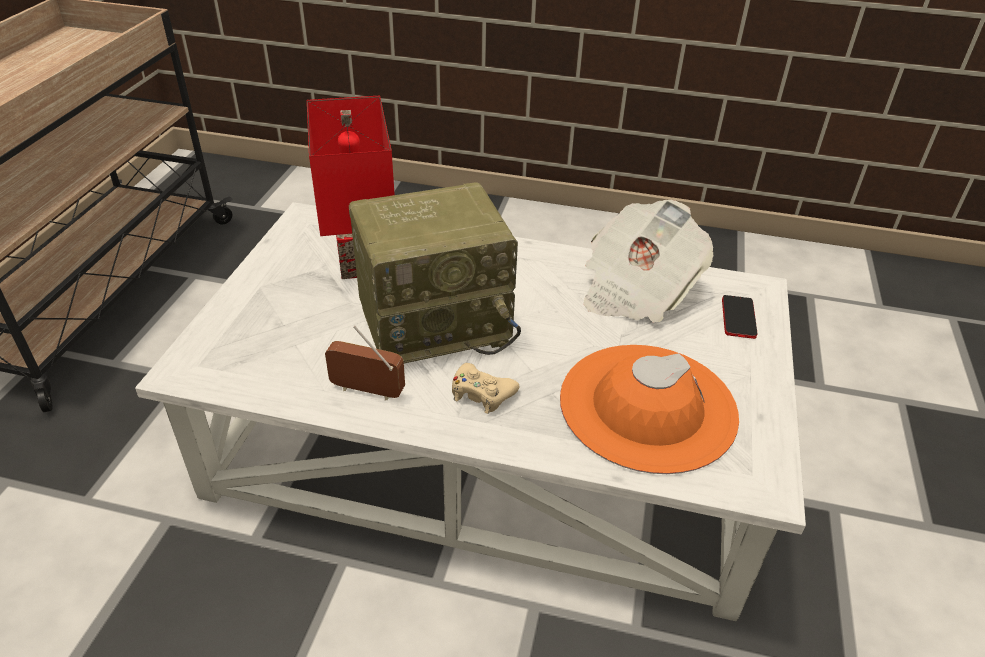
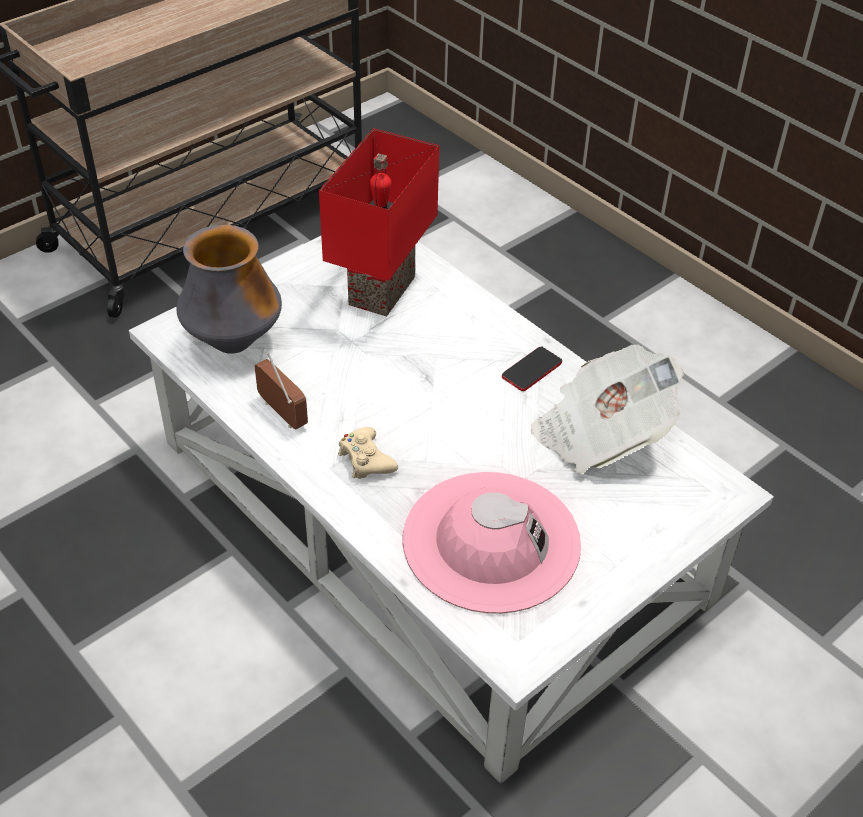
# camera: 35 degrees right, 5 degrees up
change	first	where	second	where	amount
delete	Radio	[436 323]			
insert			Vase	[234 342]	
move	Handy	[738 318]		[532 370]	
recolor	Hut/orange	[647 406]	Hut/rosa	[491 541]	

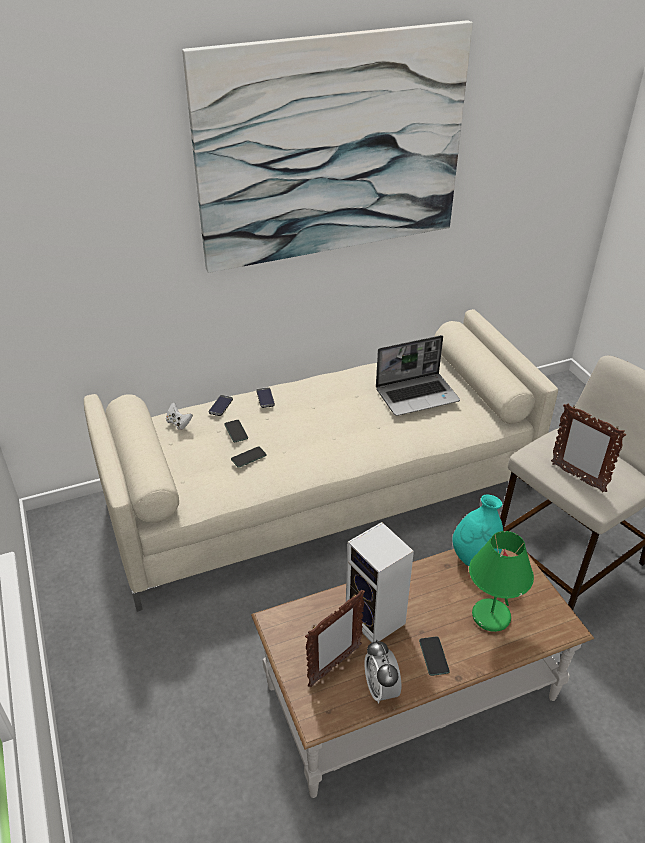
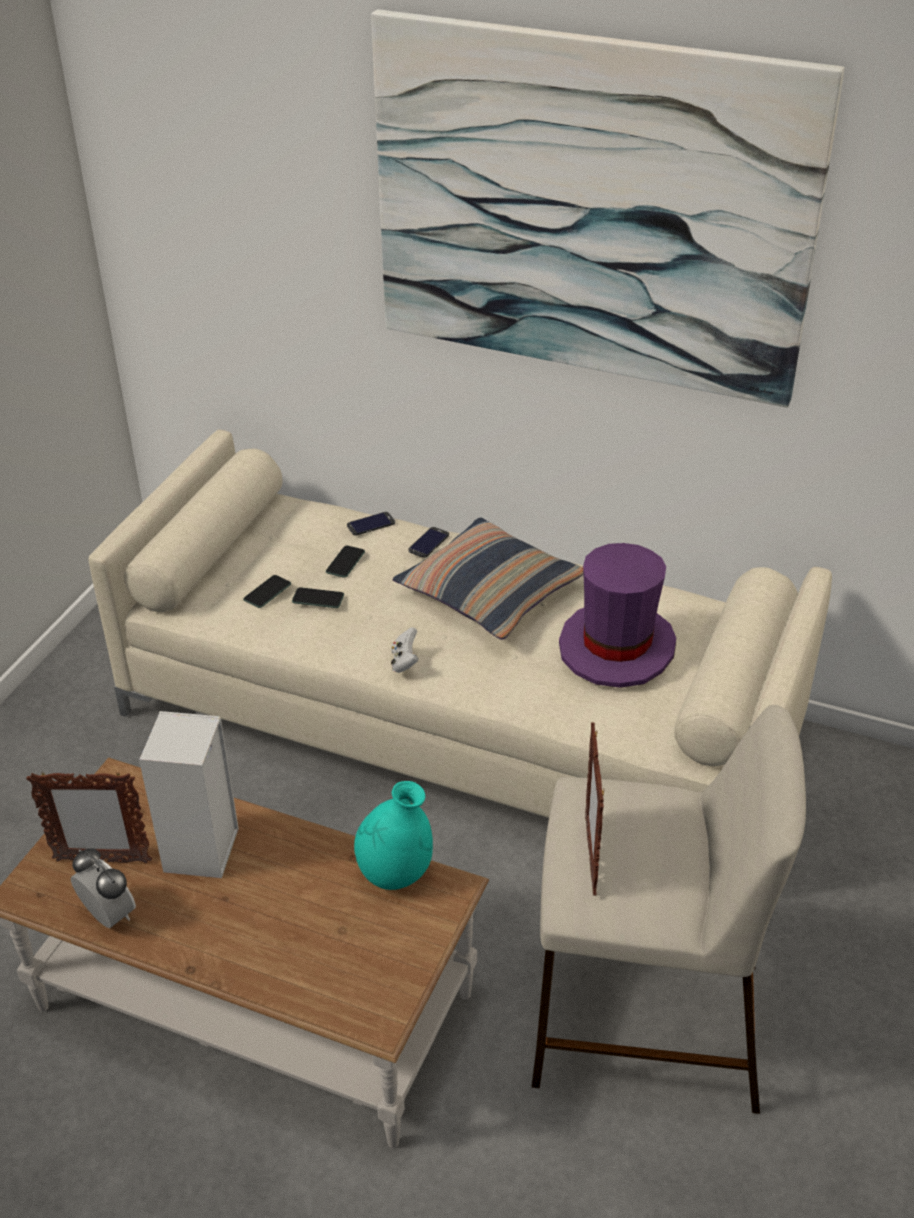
# camera: 45 degrees right, 0 degrees up
change	first	where	second	where	amount
delete	Tischlampe/grün	[490 616]			
insert			Kissen	[490 592]	
move	Gamepad/weiß	[179 423]		[404 662]	
move	Handy	[434 656]		[267 592]	
replace	Laptop	[417 395]	Hut/lila	[617 647]	
rotate	Wecker	[381 689]		[109 916]	105 degrees clockwise

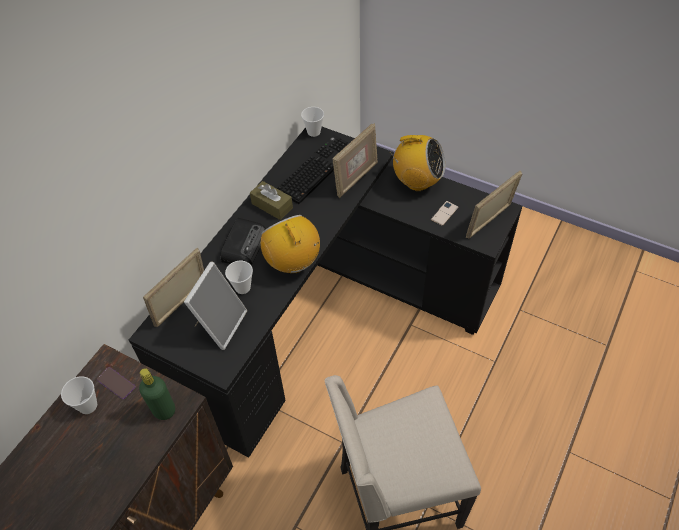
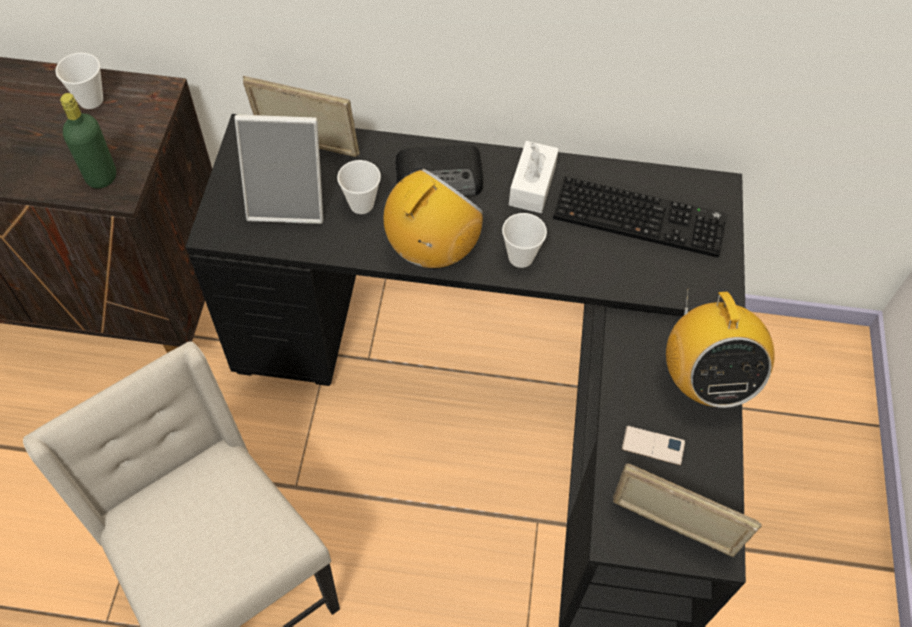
# camera: 65 degrees right, 5 degrees up
change	first	where	second	where	amount
delete	Handy	[116 383]			
delete	Bilderrahmen	[356 178]			
move	Tasse	[314 132]		[520 257]	
recolor	Taschentuchbox/braun	[272 205]	Taschentuchbox/weiß	[532 185]	

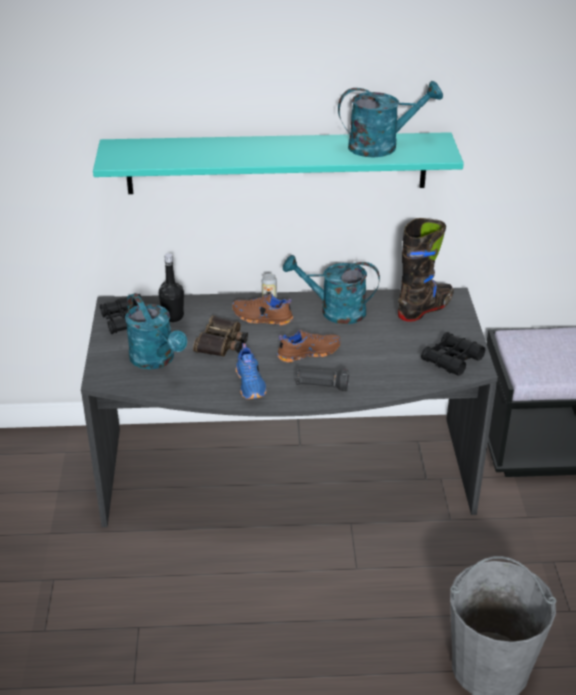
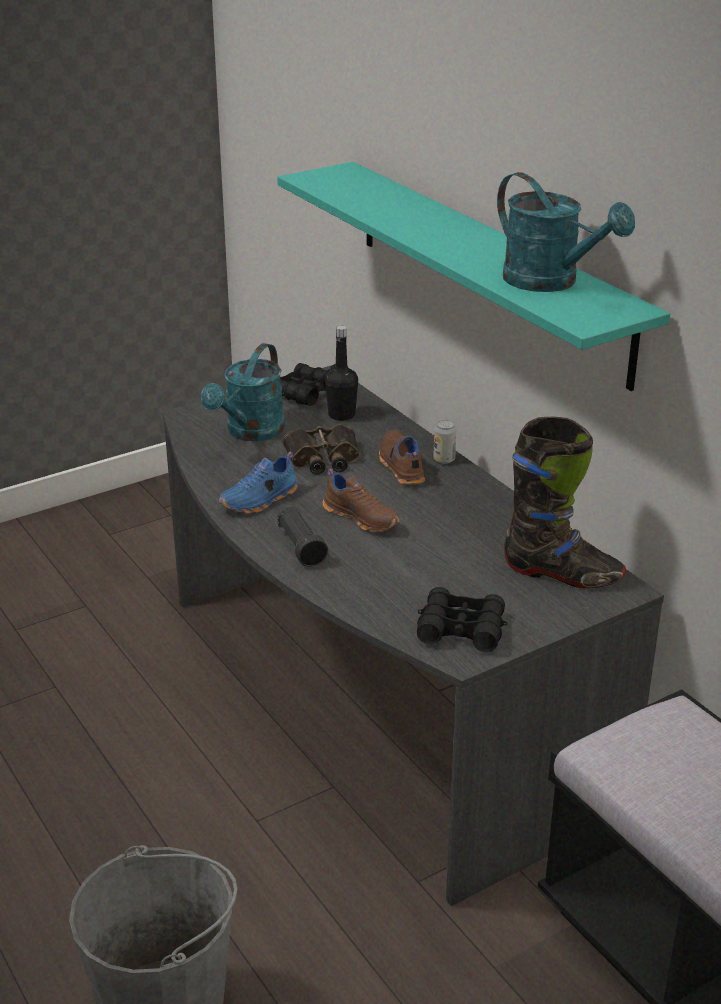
# camera: 60 degrees right, 5 degrees down
change	first	where	second	where	amount
delete	Gießkanne/türkis	[334 311]			

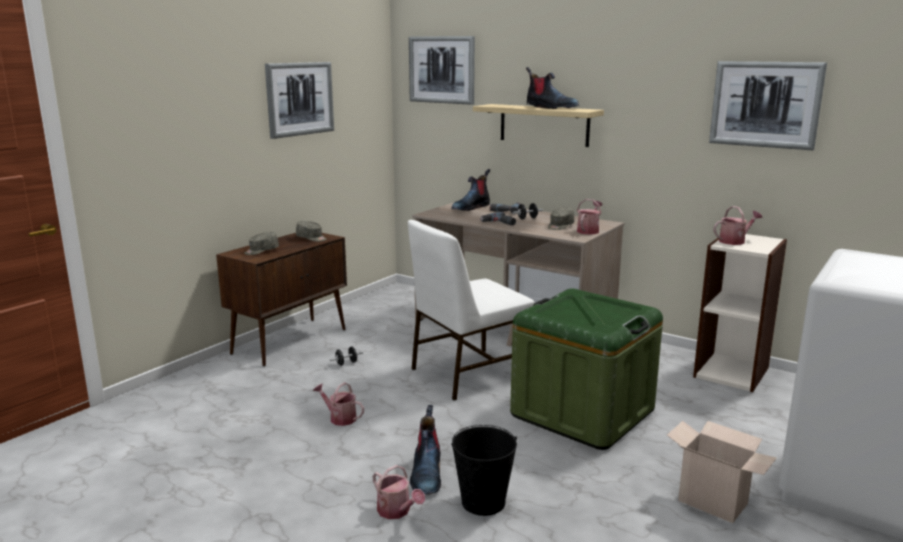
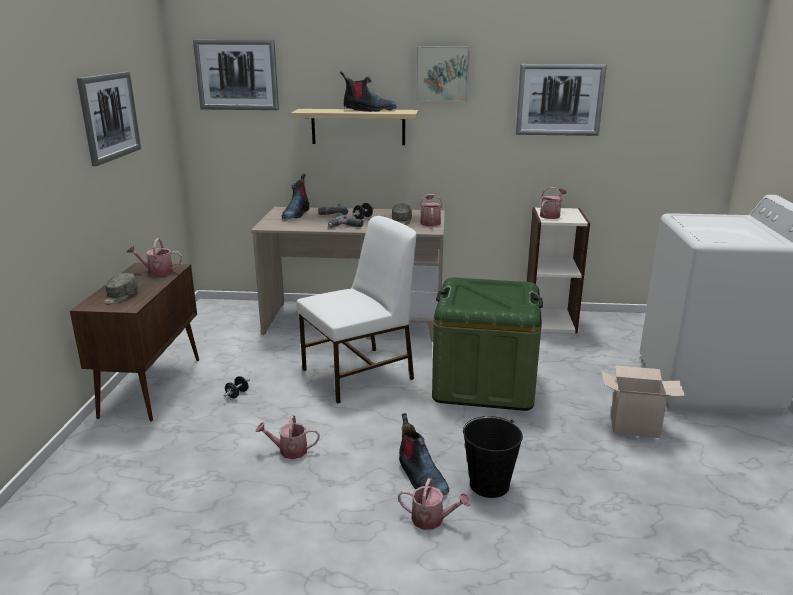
# camera: 30 degrees left, 5 degrees up
change	first	where	second	where	amount
insert			Bild	[442 73]	
replace	Kappe/grau	[311 238]	Gießkanne	[157 271]	
rotate	Stuhl/weiß	[467 373]		[360 374]	150 degrees counterclockwise

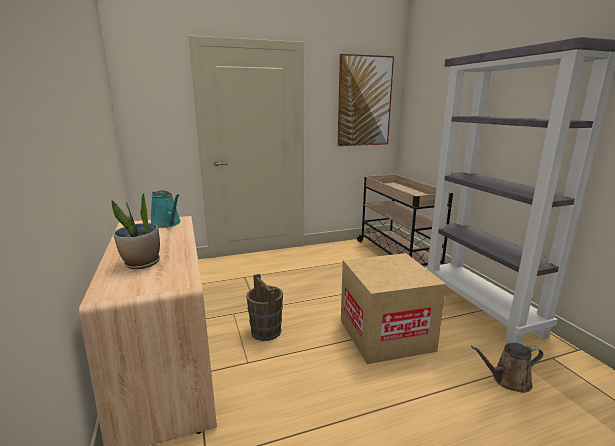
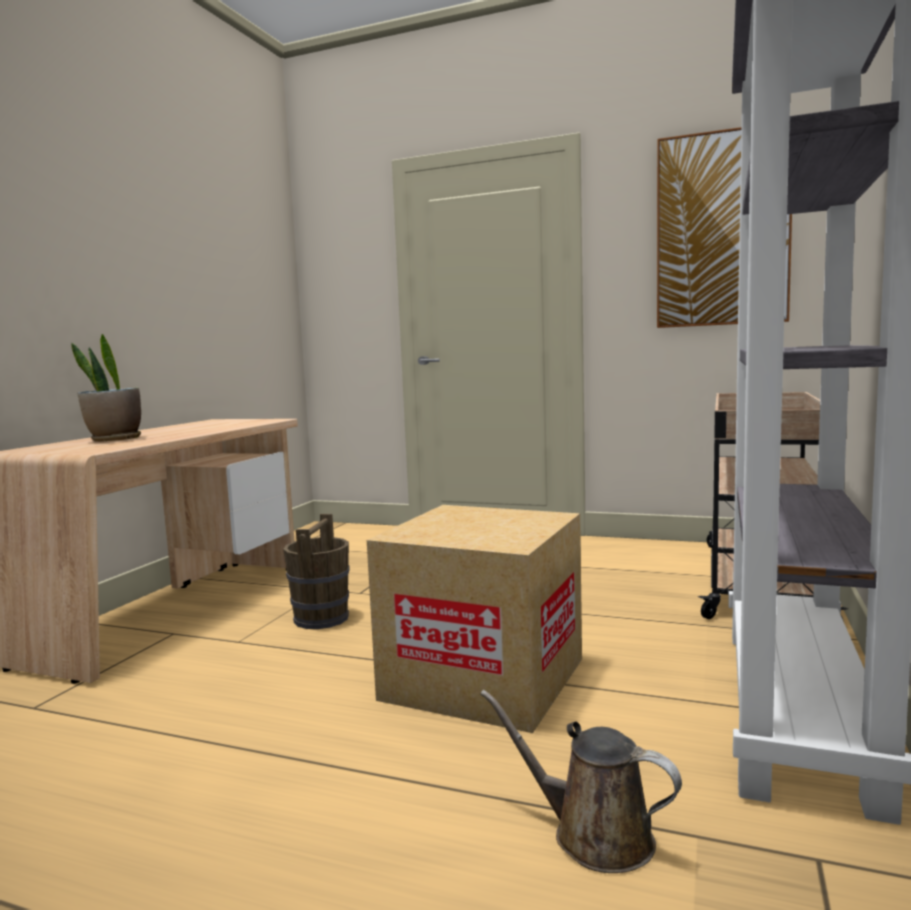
# camera: 40 degrees right, 10 degrees down
change	first	where	second	where	amount
delete	Gießkanne/türkis	[167 224]			

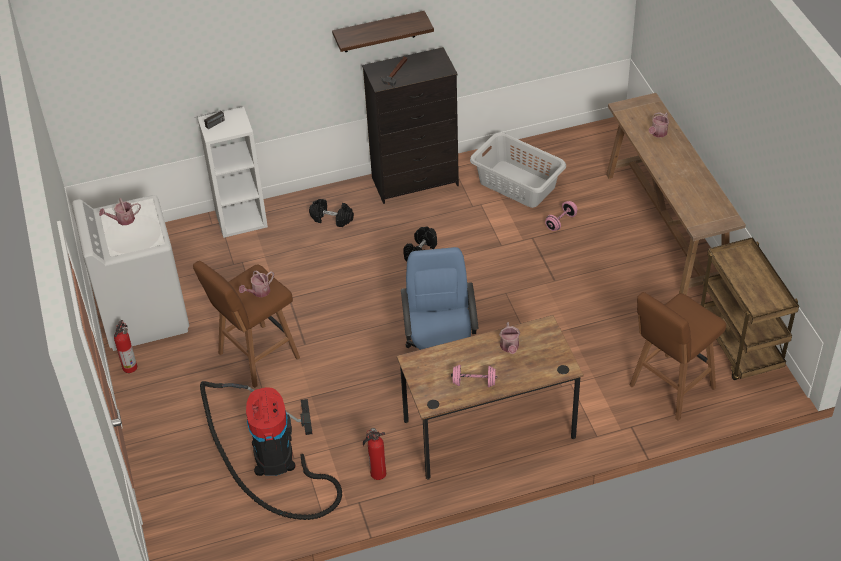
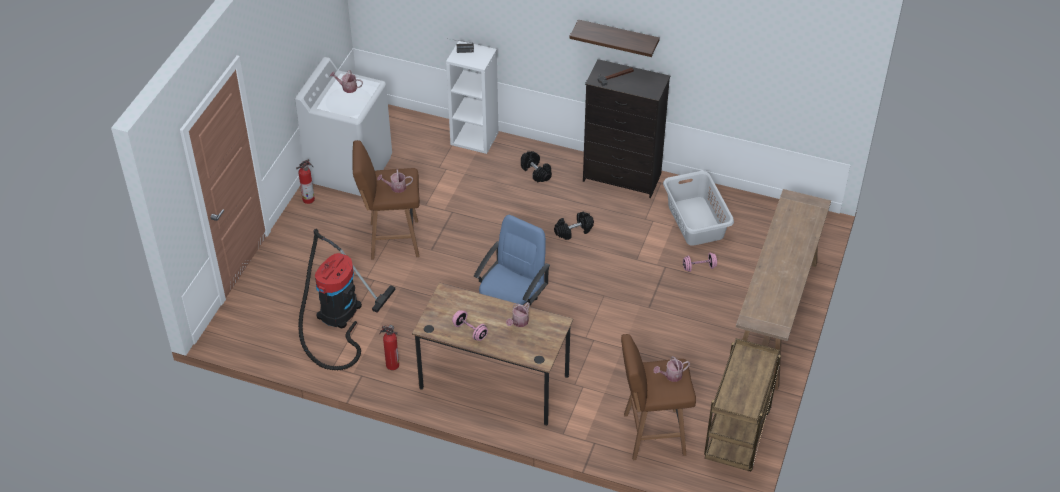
# camera: 35 degrees right, 0 degrees up
change	first	where	second	where	amount
move	Gießkanne	[658 133]		[671 376]	

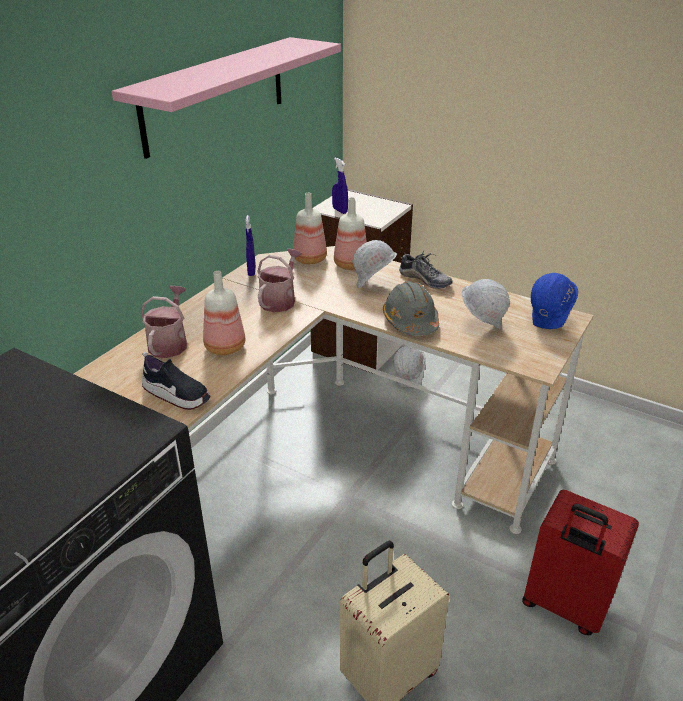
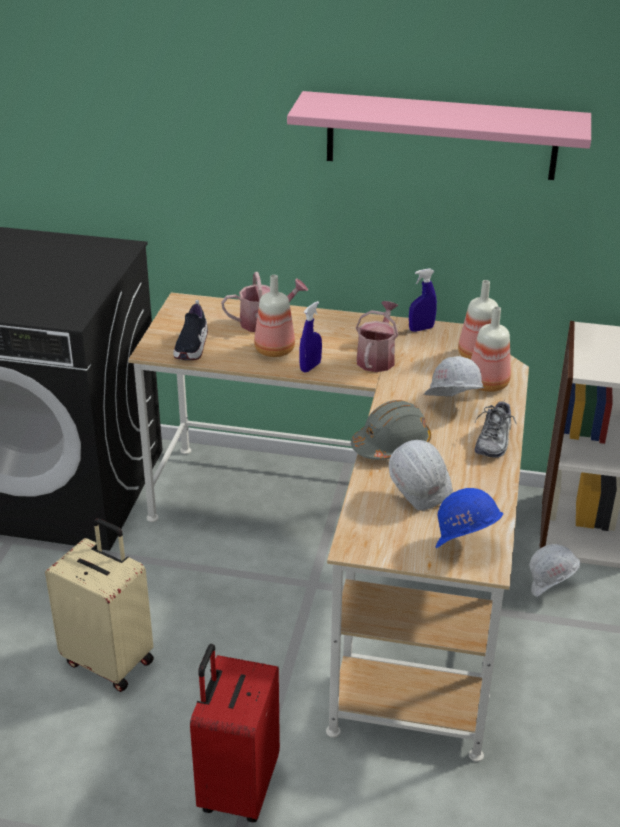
# camera: 70 degrees right, 0 degrees up
change	first	where	second	where	amount
move	Sprühflasche/blau	[340 210]		[310 367]	
rotate	Gießkanne	[280 300]		[377 358]	75 degrees counterclockwise

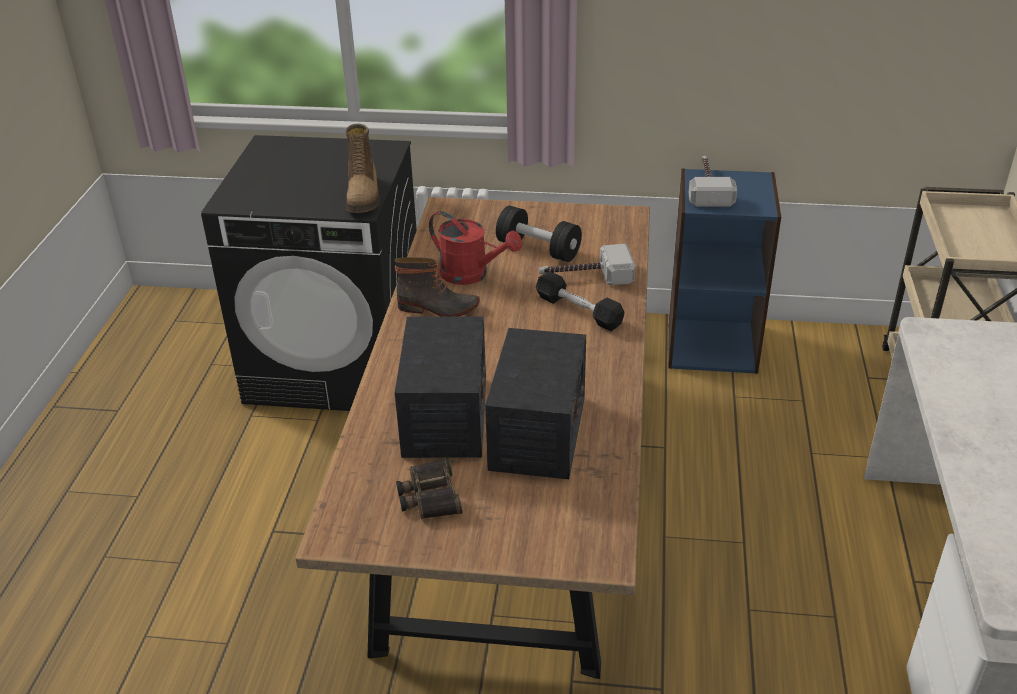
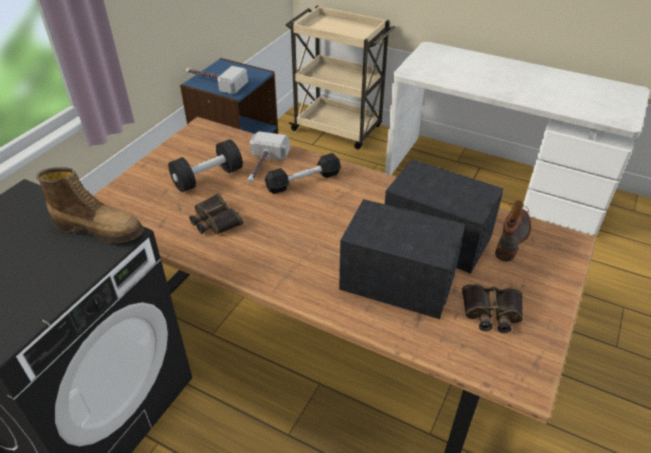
# camera: 70 degrees left, 5 degrees up
change	first	where	second	where	amount
move	Stiefel	[438 308]		[512 238]	
replace	Gießkanne/rot	[472 275]	Fernglas	[214 220]	

